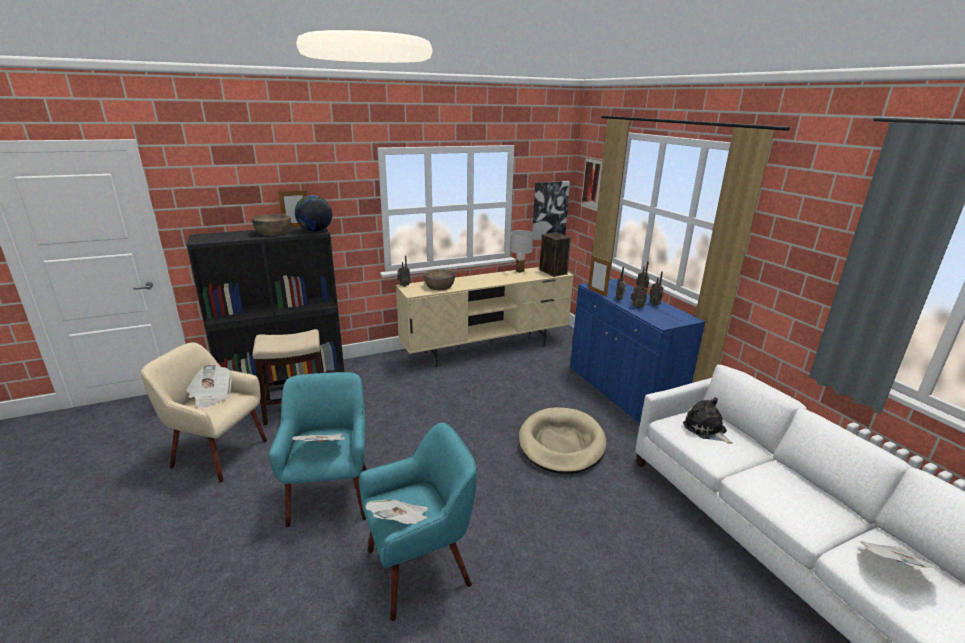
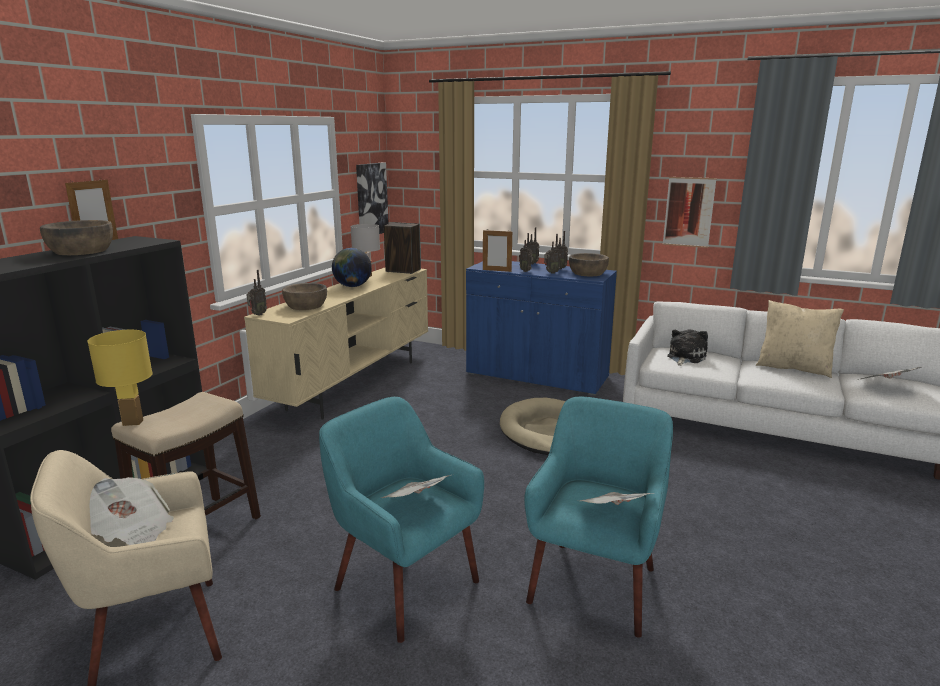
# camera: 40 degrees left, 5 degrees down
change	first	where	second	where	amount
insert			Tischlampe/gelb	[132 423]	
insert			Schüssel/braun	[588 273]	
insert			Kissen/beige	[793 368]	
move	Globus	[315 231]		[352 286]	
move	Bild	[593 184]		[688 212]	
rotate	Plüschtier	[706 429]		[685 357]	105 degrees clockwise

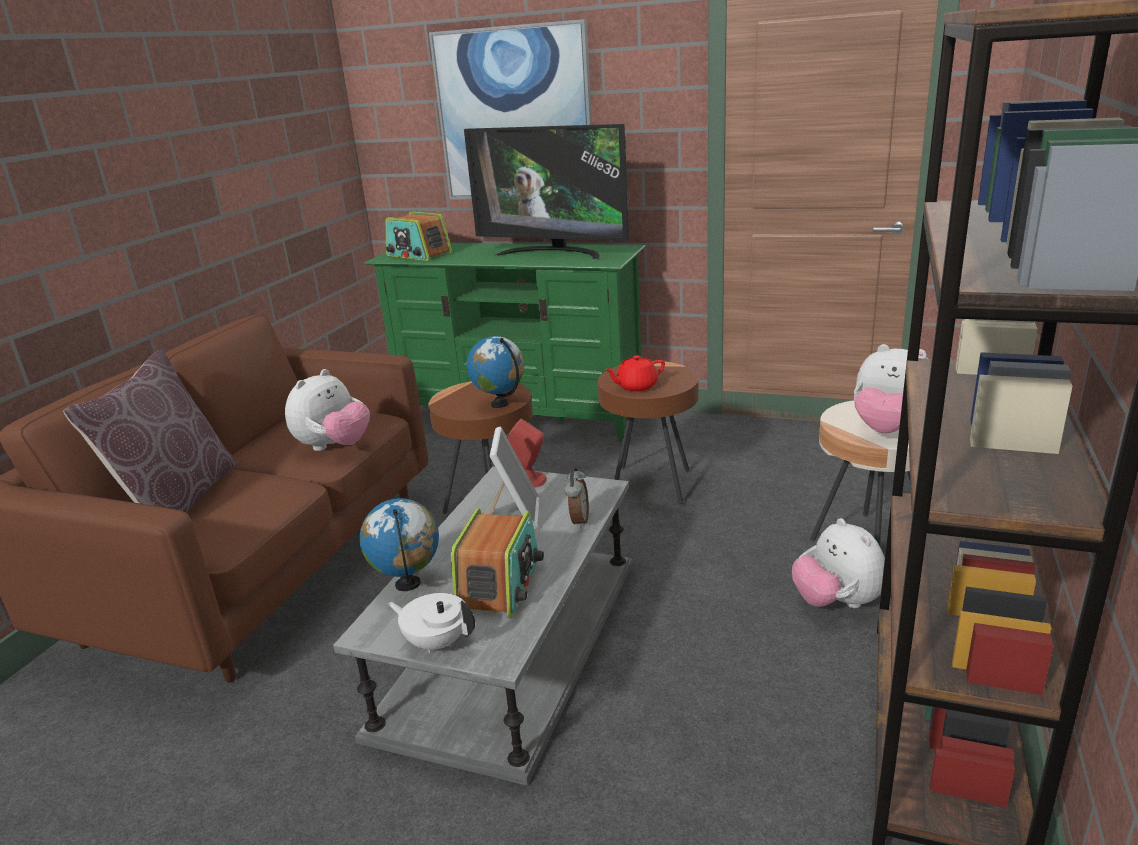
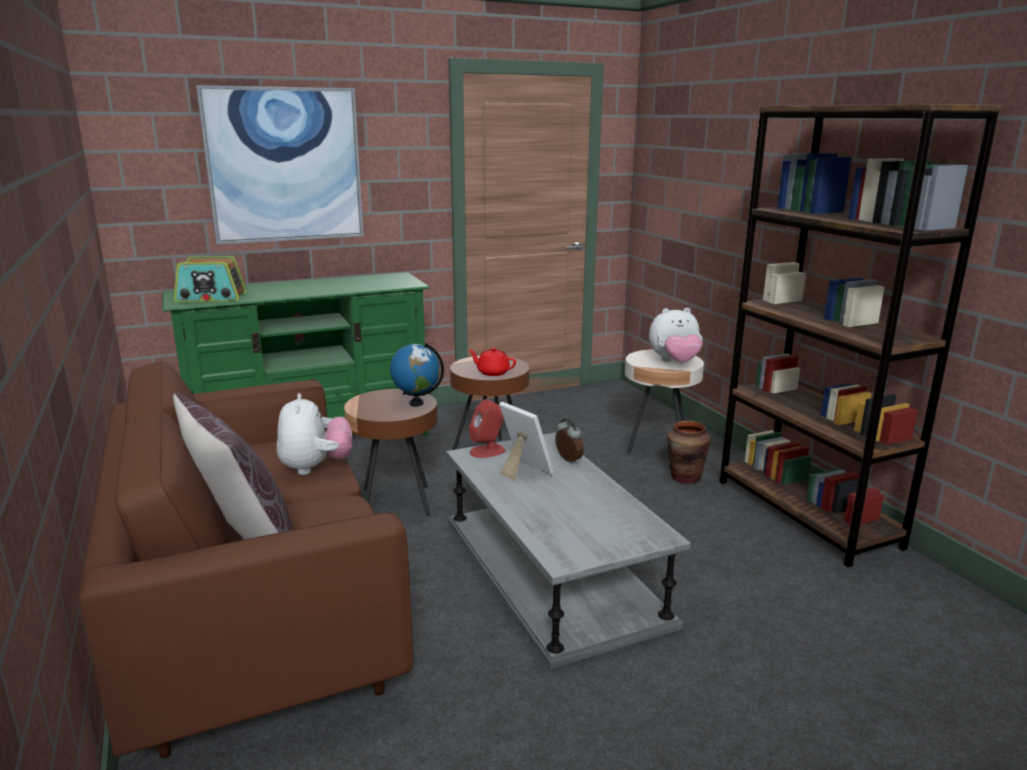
# camera: 45 degrees left, 5 degrees down
change	first	where	second	where	amount
delete	Globus	[408 584]			
delete	Teekanne/weiß	[437 642]			
delete	Radio	[499 584]			
delete	Fernseher	[554 253]			
replace	Plüschtier	[837 602]	Vase/braun	[685 477]	
rotate	Teekanne/rot	[636 386]		[492 372]	90 degrees clockwise

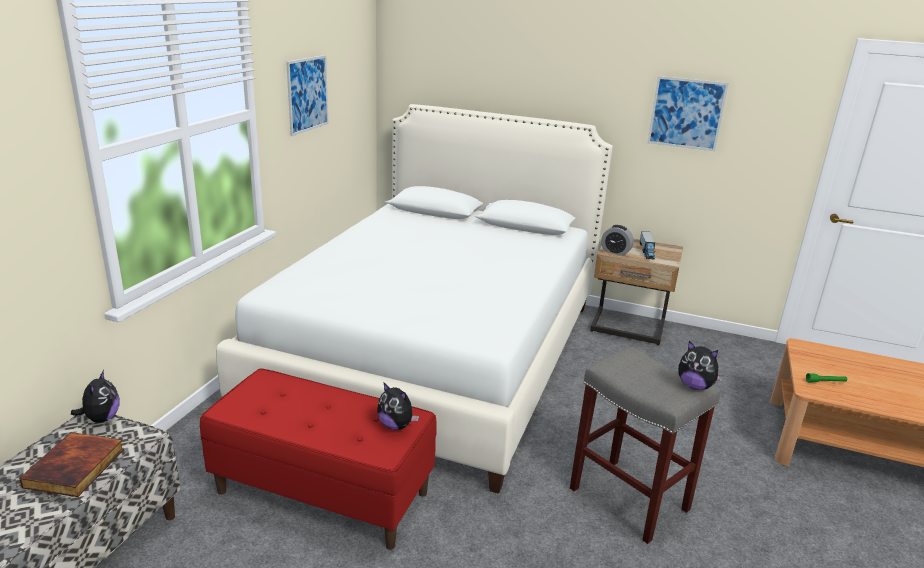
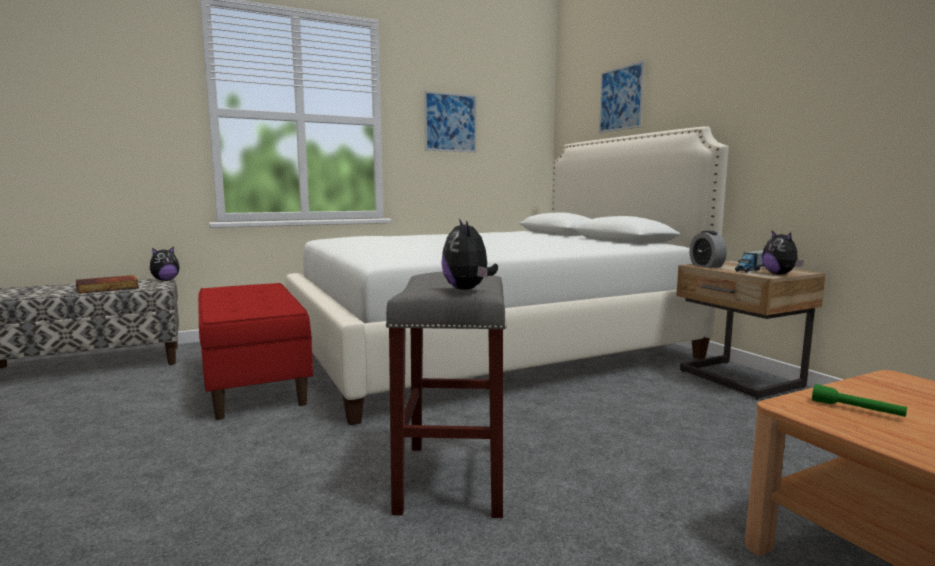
# camera: 45 degrees right, 15 degrees down
change	first	where	second	where	amount
move	Plüschtier	[396 425]		[780 274]	
move	Bild	[686 113]		[621 98]	

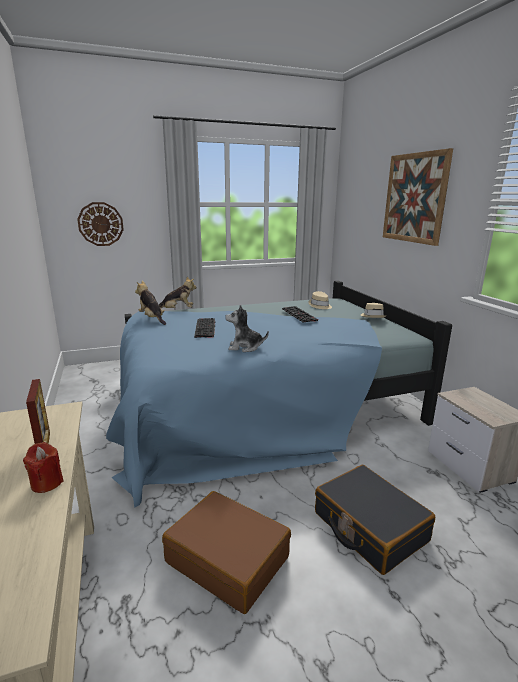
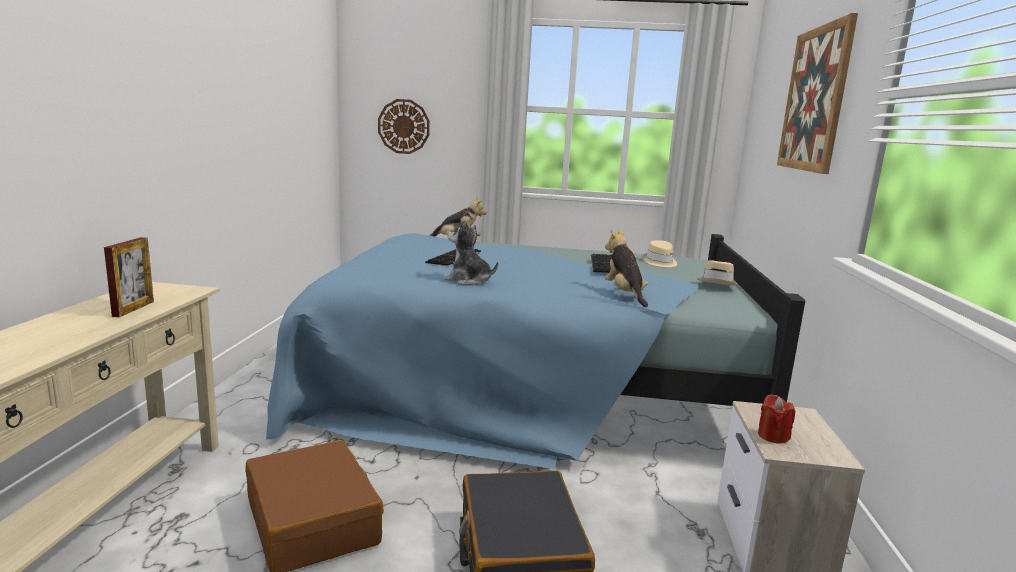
# camera: 25 degrees right, 5 degrees down
change	first	where	second	where	amount
move	Kerze/rot	[47 483]		[773 436]	
move	Plüschtier	[152 319]		[624 294]	

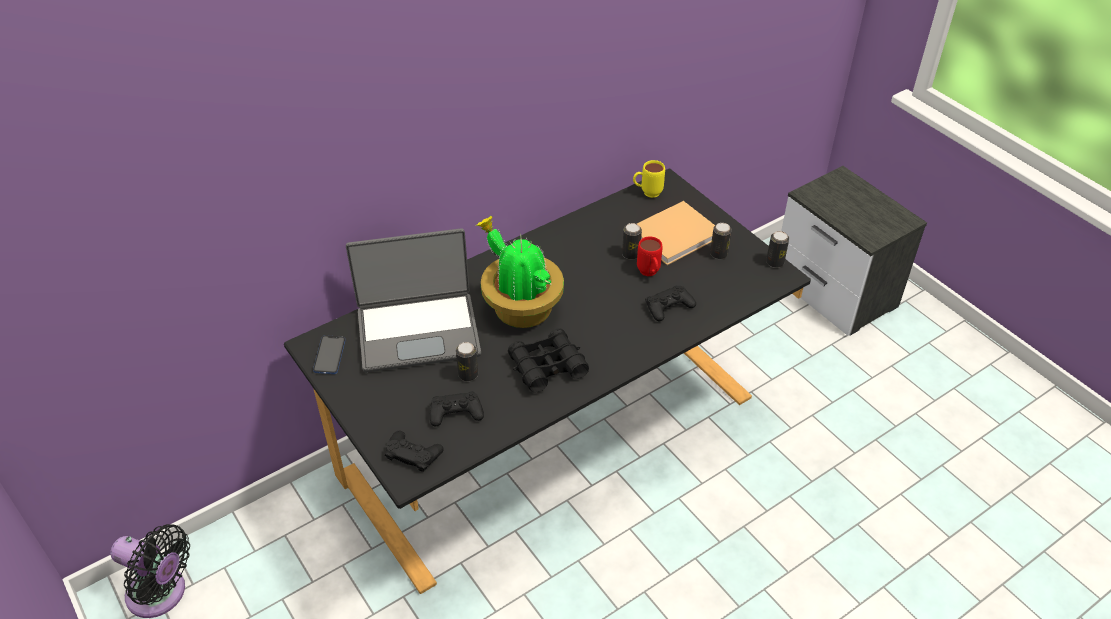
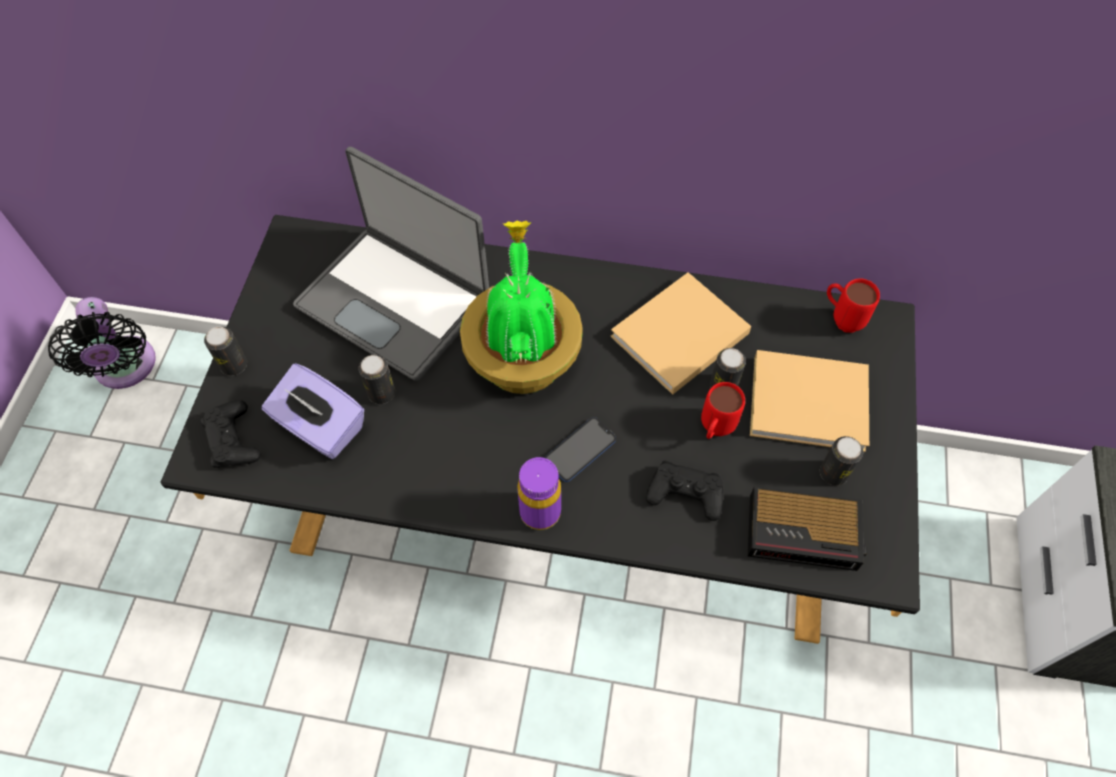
# camera: 45 degrees right, 15 degrees up
change	first	where	second	where	amount
delete	Fernglas/schwarz	[547 366]			
insert			Flasche/lila	[540 512]	
insert			Buch/beige	[677 337]	
insert			Wecker	[805 532]	
move	Handy	[329 355]		[580 450]	
move	Dose	[774 262]		[234 365]	
replace	Gamepad/schwarz	[456 412]	Taschentuchbox/lila	[320 427]	
recolor	Henkelbecher/gelb	[647 193]	Henkelbecher/rot	[841 319]	

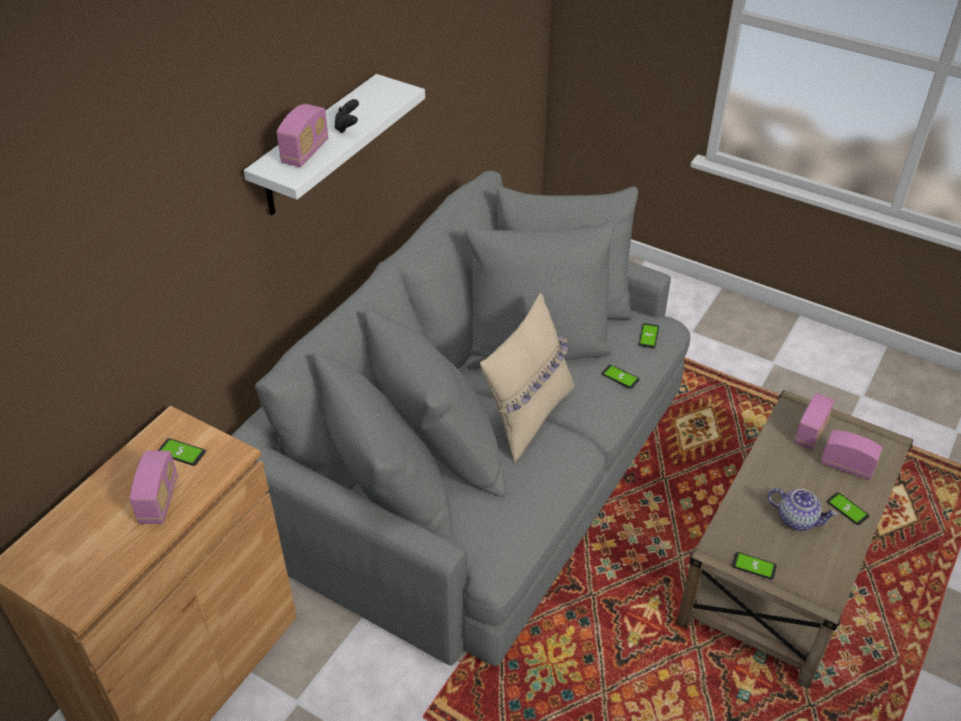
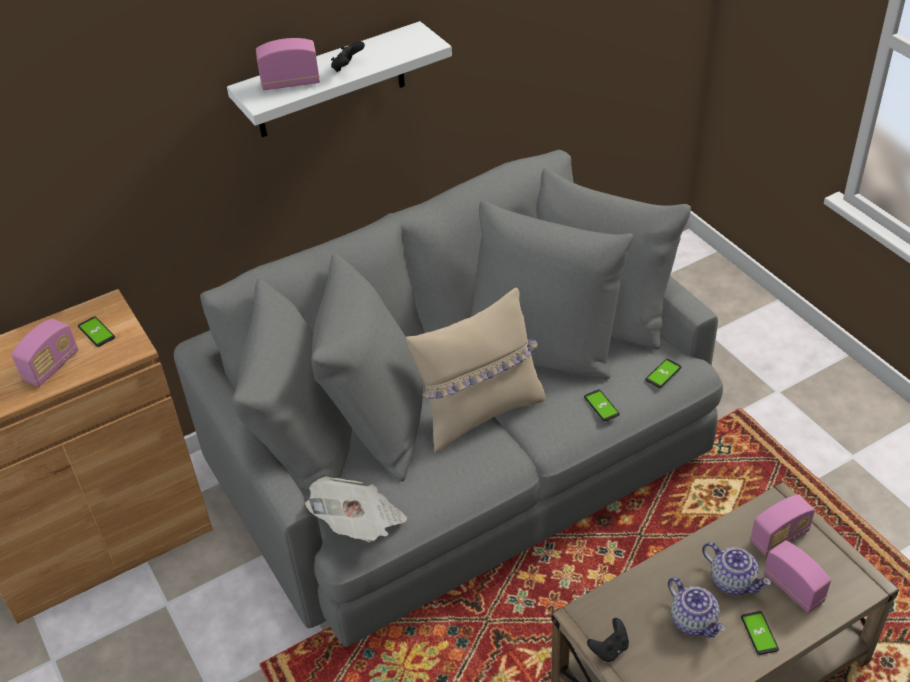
# camera: 30 degrees right, 0 degrees up
change	first	where	second	where	amount
insert			Zeitung	[359 524]	
insert			Teekanne	[733 581]	
replace	Handy	[754 566]	Gamepad/schwarz	[609 649]	
rotate	Radio	[305 152]		[290 83]	150 degrees counterclockwise

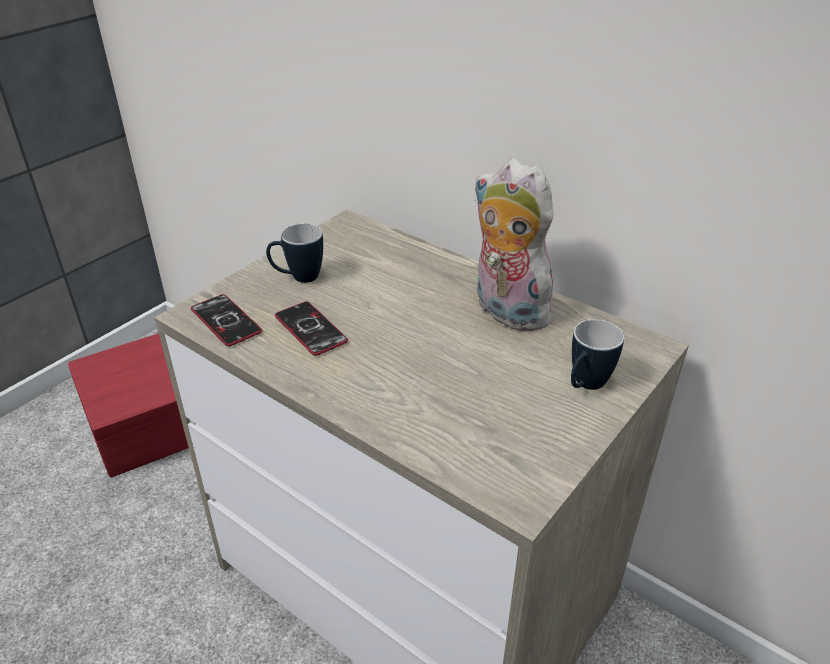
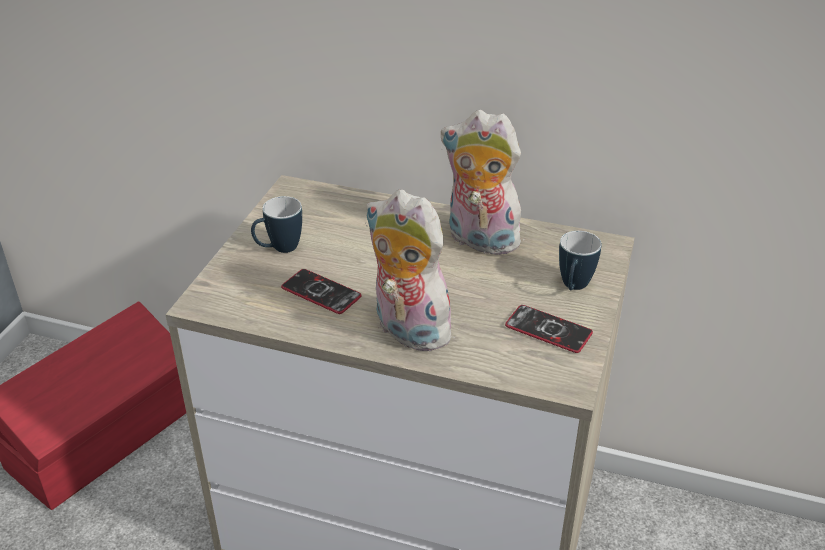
# camera: 20 degrees left, 0 degrees up
change	first	where	second	where	amount
insert			Plüschtier	[406 330]	
move	Handy	[226 321]		[548 330]	

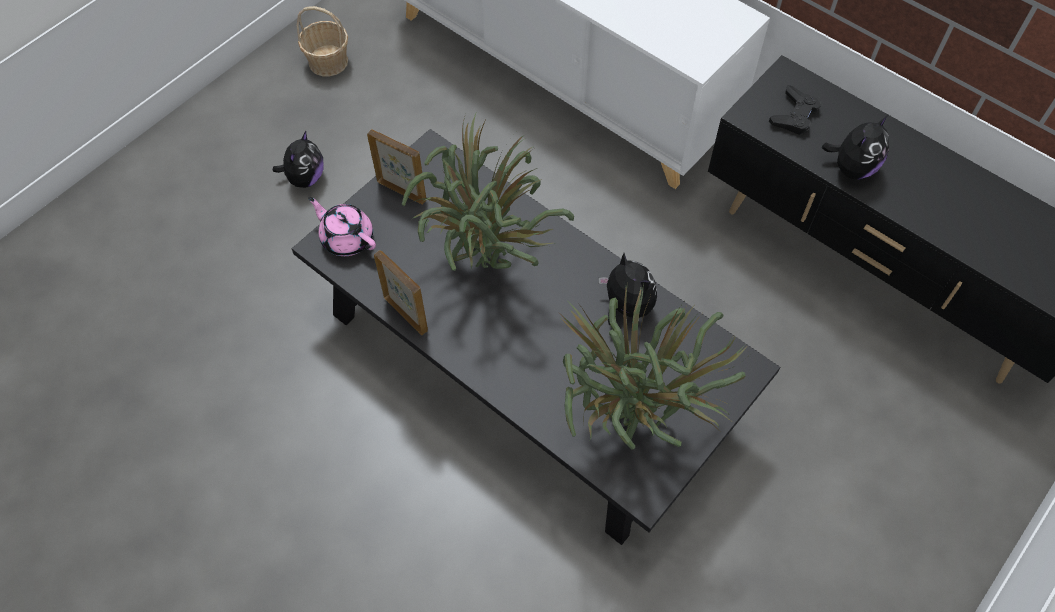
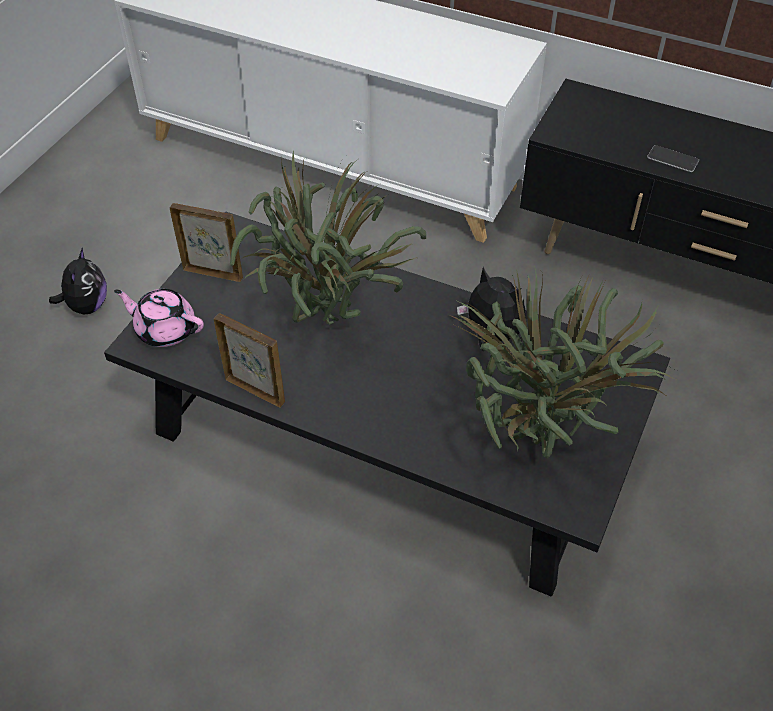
# camera: 15 degrees left, 10 degrees down
change	first	where	second	where	amount
delete	Korb	[328 61]			
delete	Gamepad/schwarz	[794 115]			
replace	Plüschtier	[852 168]	Handy	[673 159]	

